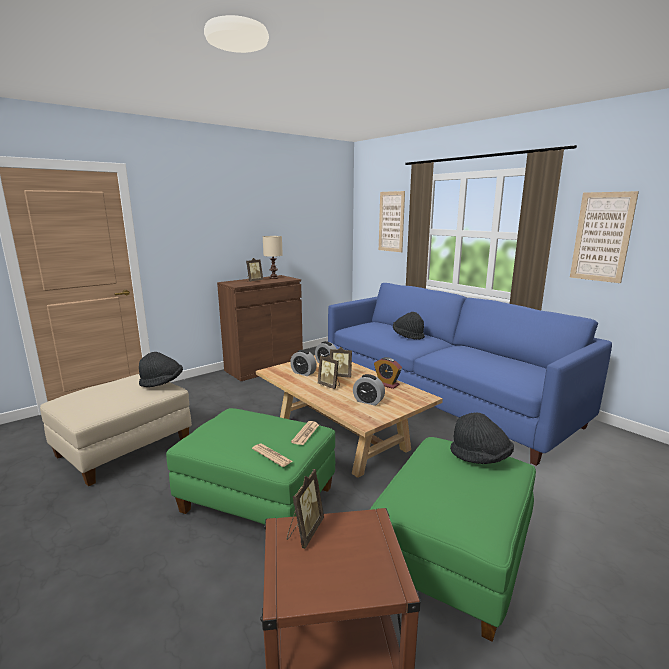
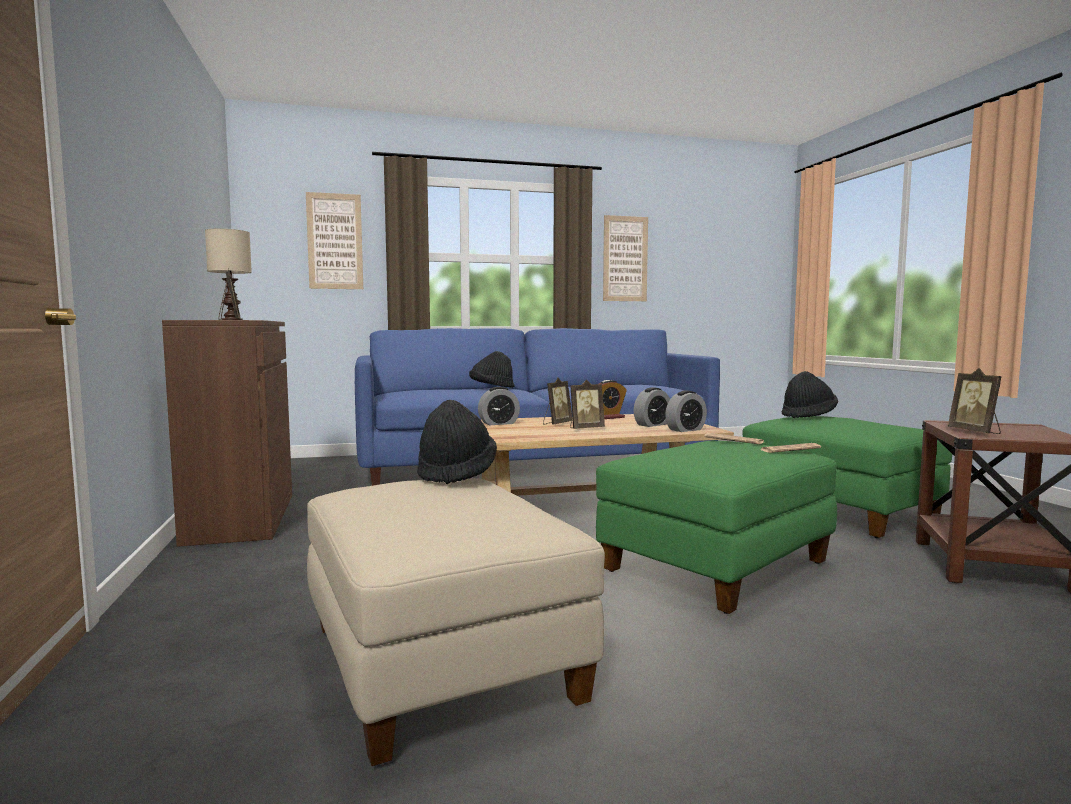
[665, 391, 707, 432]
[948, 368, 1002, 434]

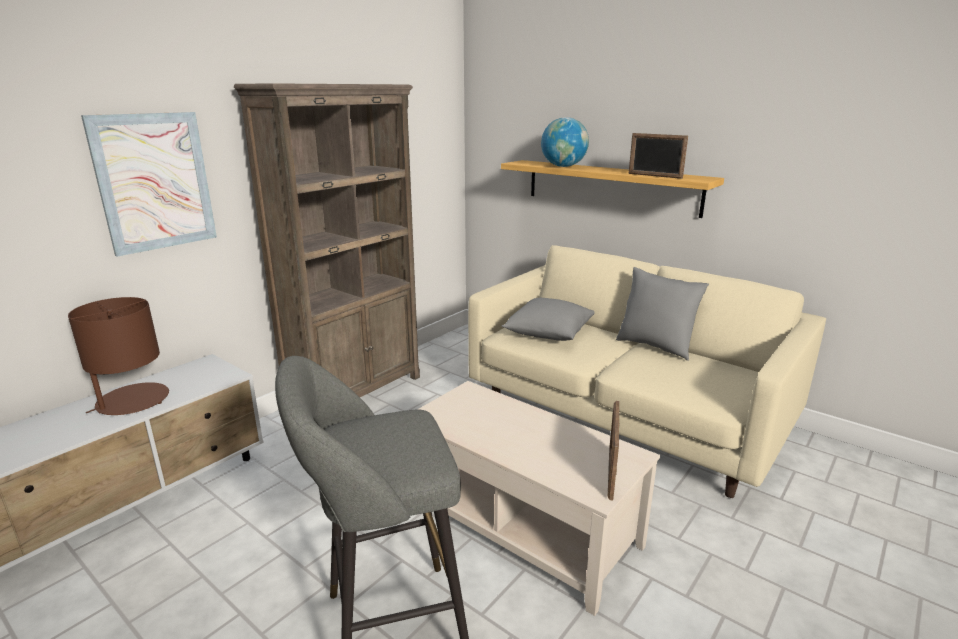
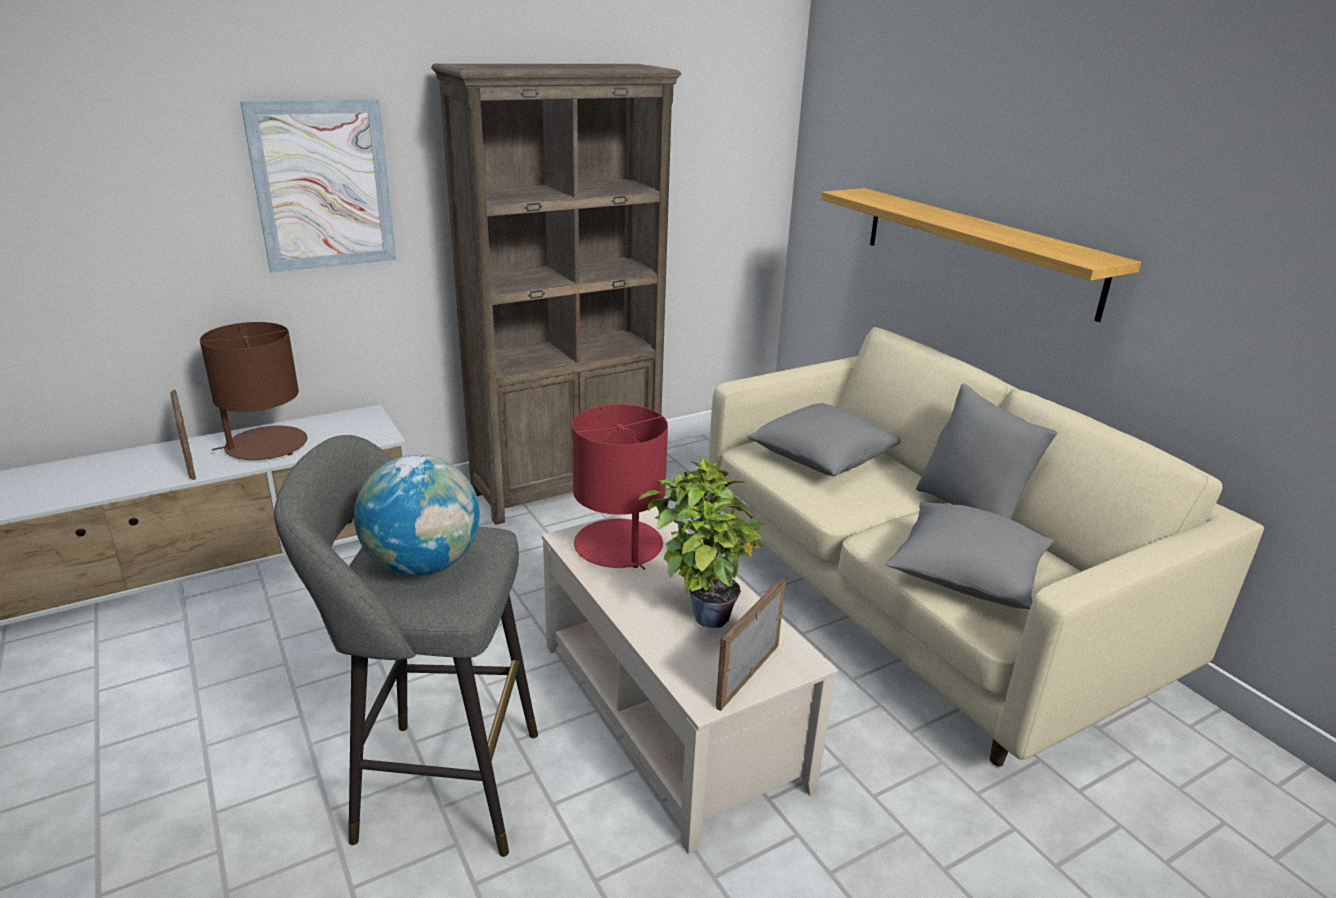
[572, 404, 668, 570]
[639, 457, 763, 628]
[885, 502, 1054, 610]
[354, 455, 479, 576]
[170, 390, 196, 480]

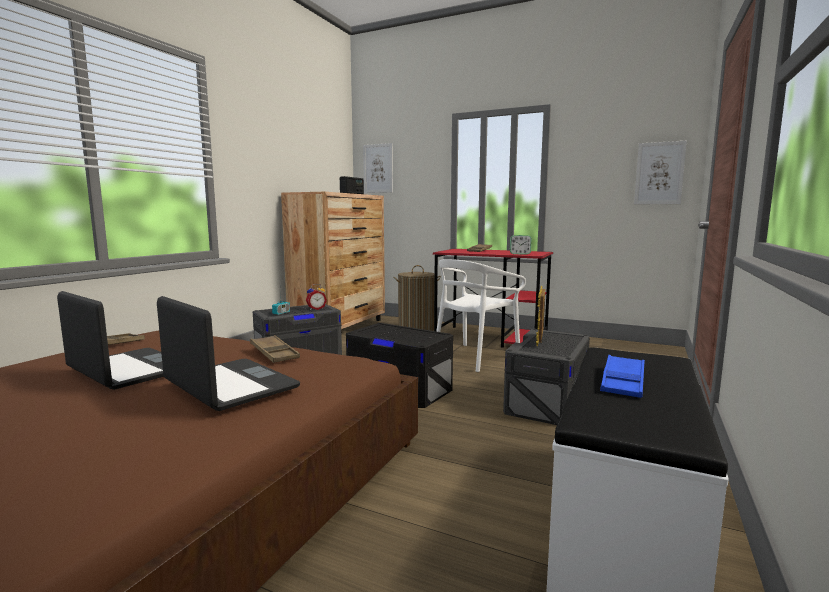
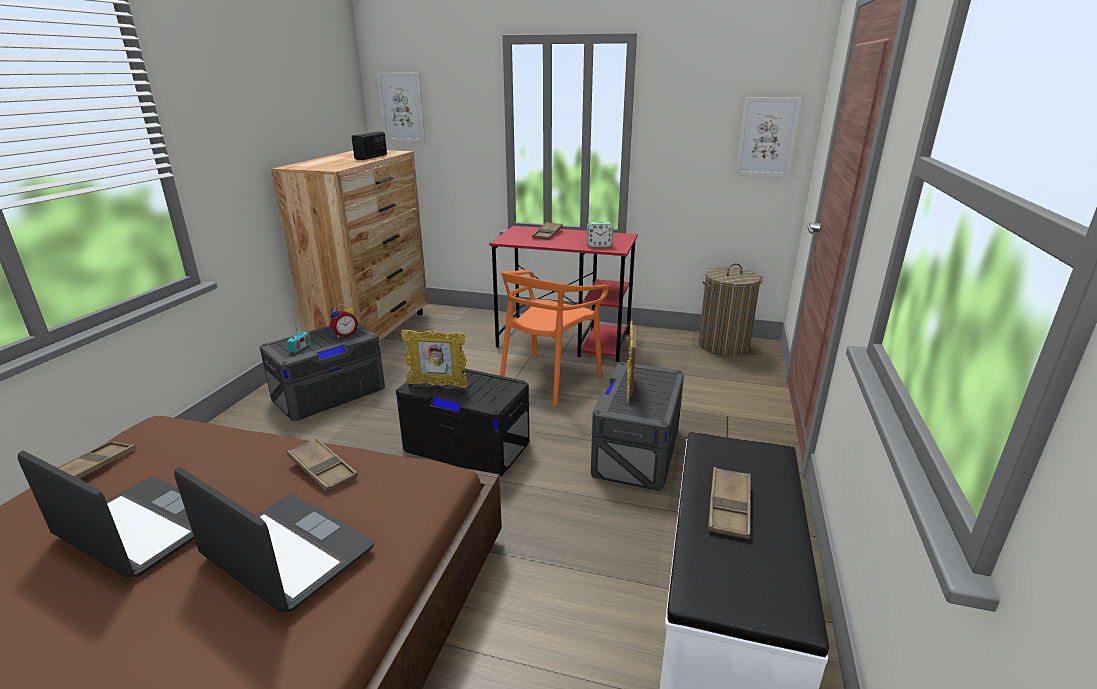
[401, 330, 469, 387]
[698, 263, 763, 356]
[500, 270, 609, 406]
[708, 467, 751, 540]

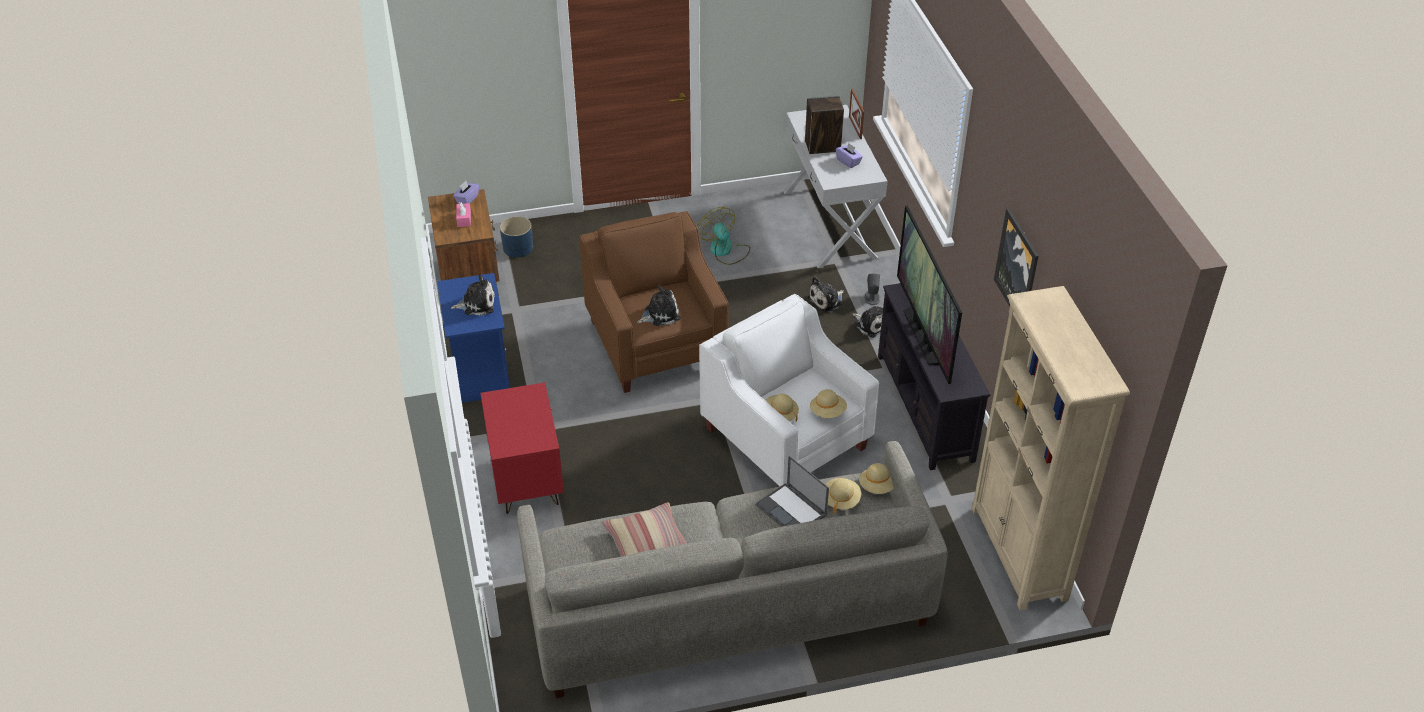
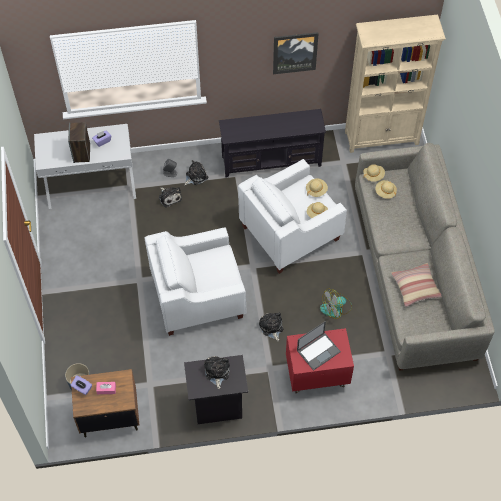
[849, 89, 864, 139] (first image)
[897, 206, 962, 384] (first image)
[259, 312, 283, 342]
[320, 289, 352, 319]
[297, 321, 341, 371]
[184, 355, 248, 424]
[144, 227, 247, 336]

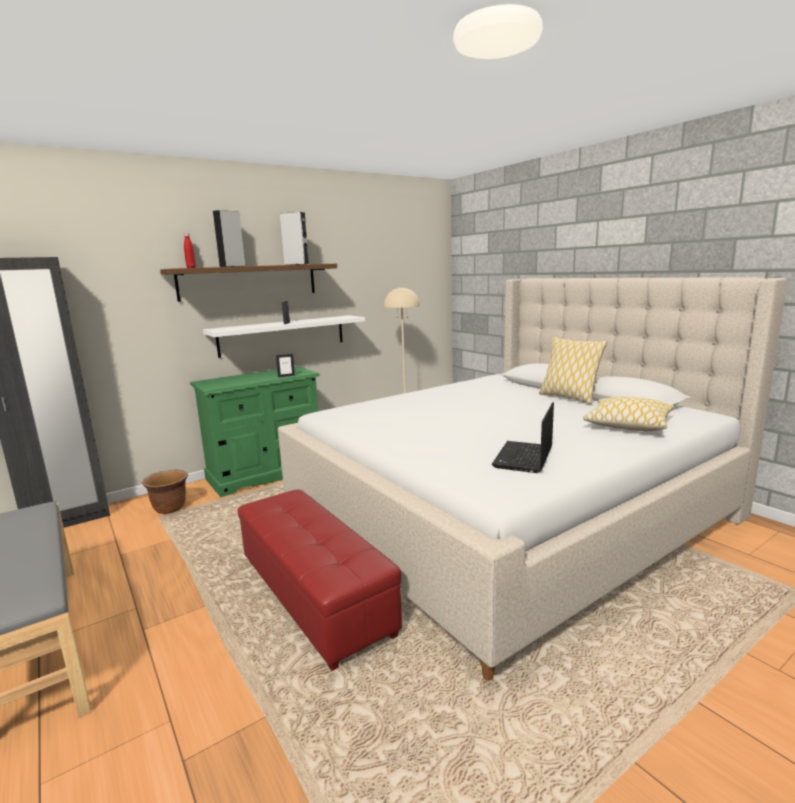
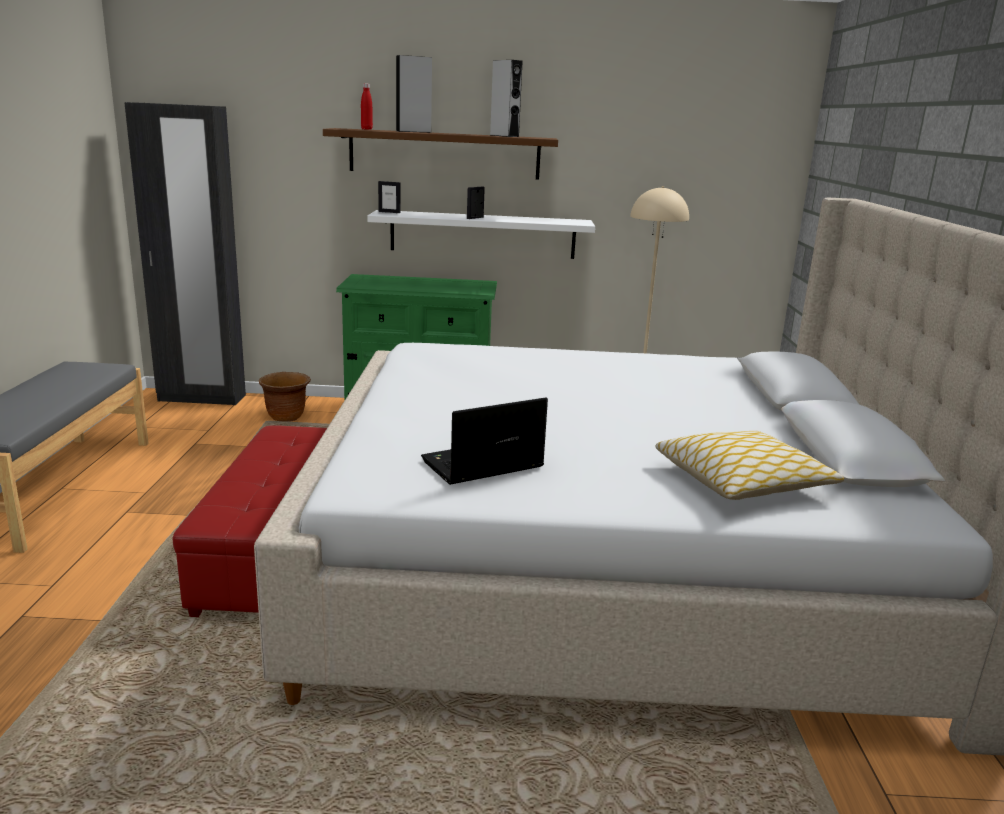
[539, 336, 607, 404] (first image)
[378, 181, 401, 213]

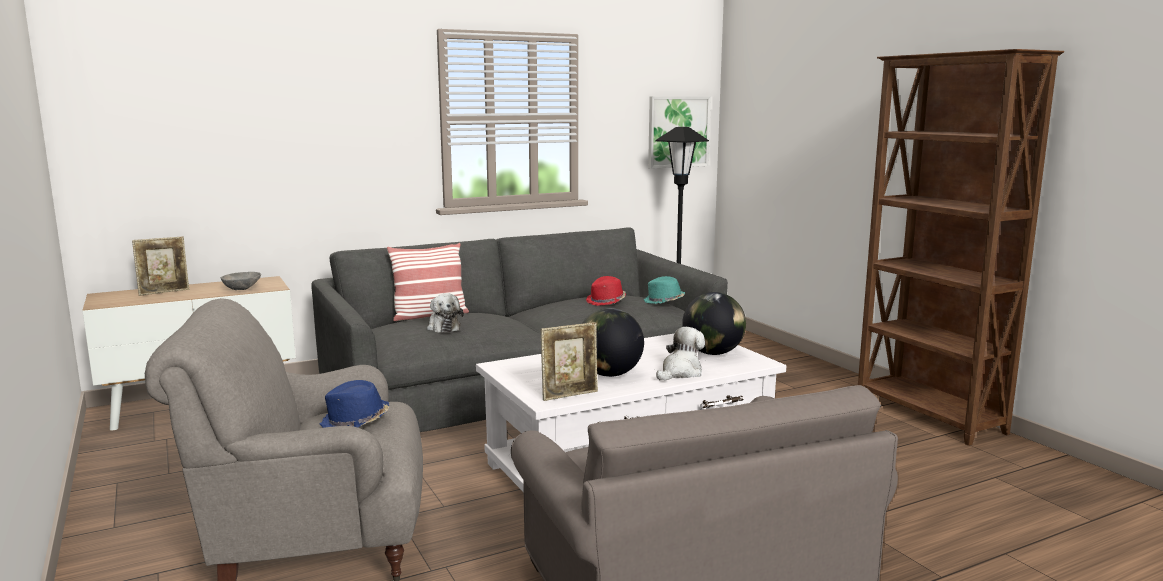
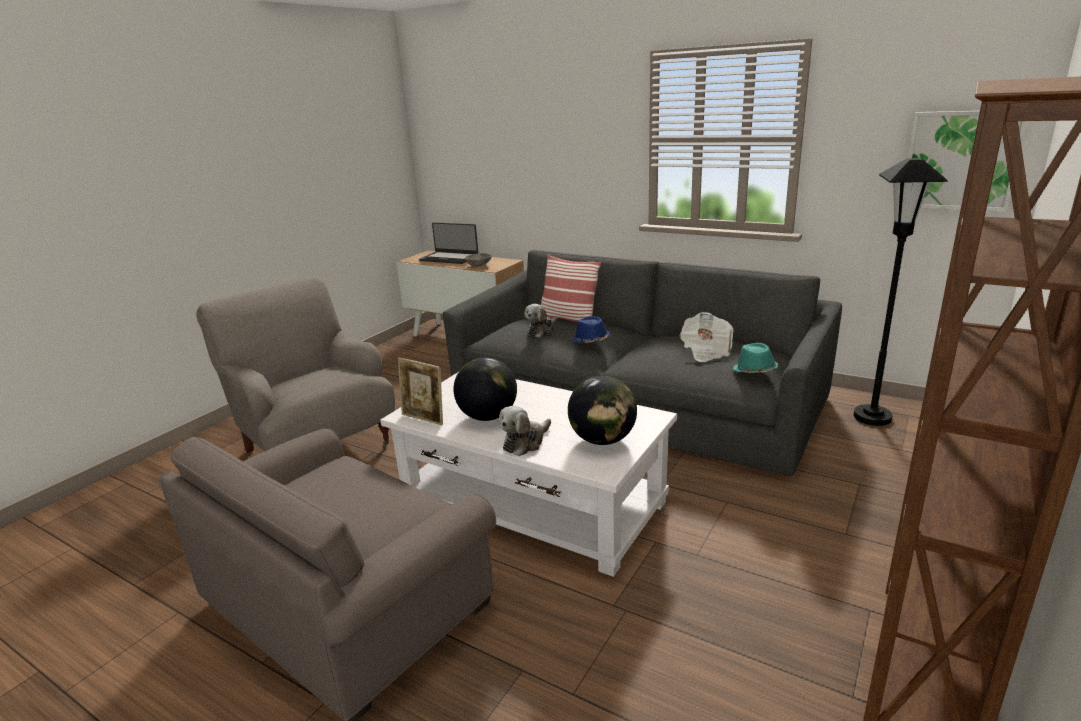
[572, 316, 611, 344]
[419, 222, 478, 264]
[680, 312, 734, 362]
[499, 406, 551, 456]

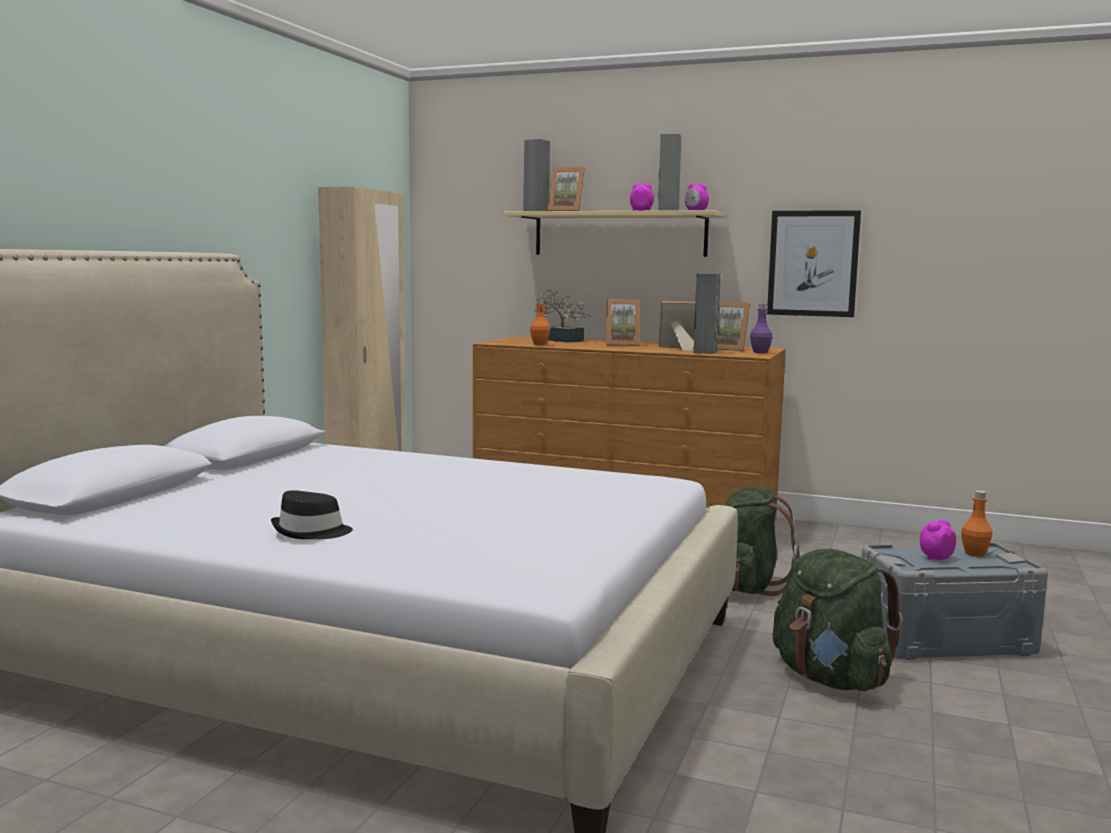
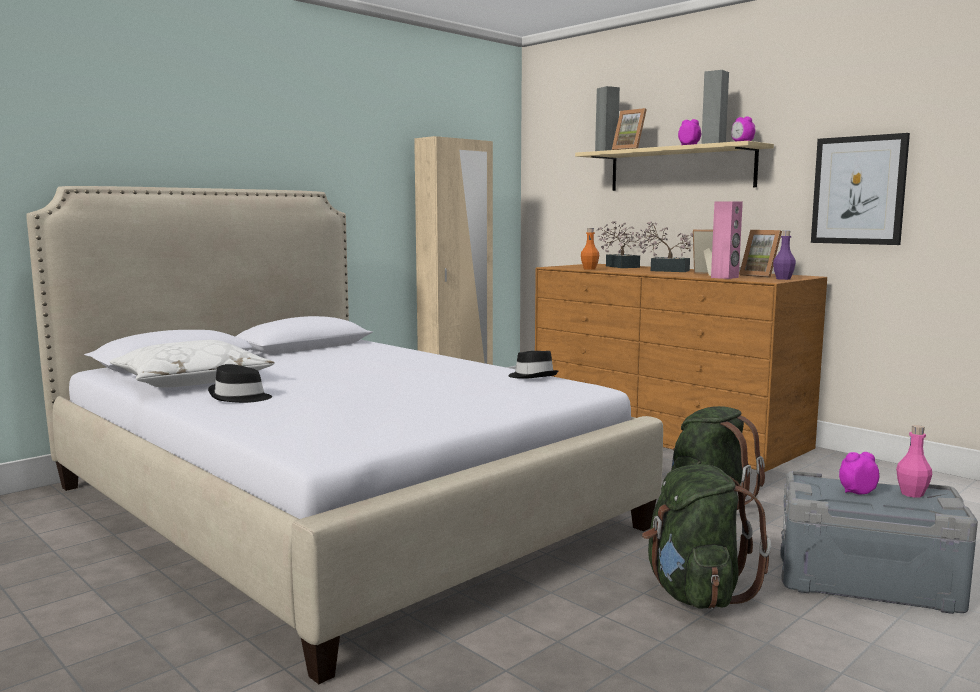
[109, 340, 275, 388]
[509, 351, 558, 379]
[640, 221, 693, 272]
[711, 201, 743, 279]
[896, 425, 932, 498]

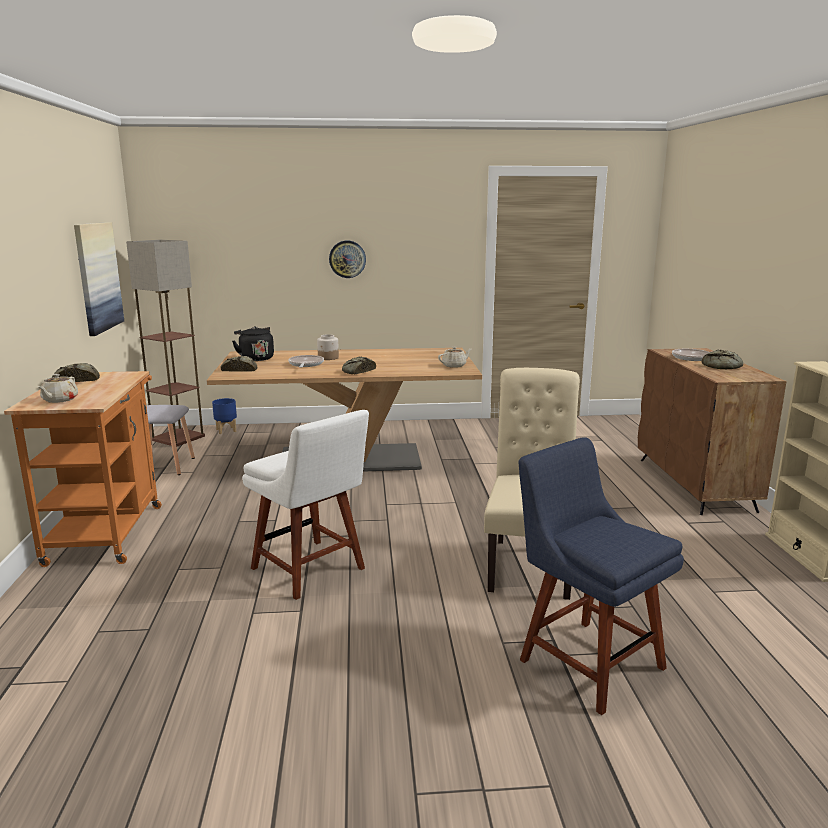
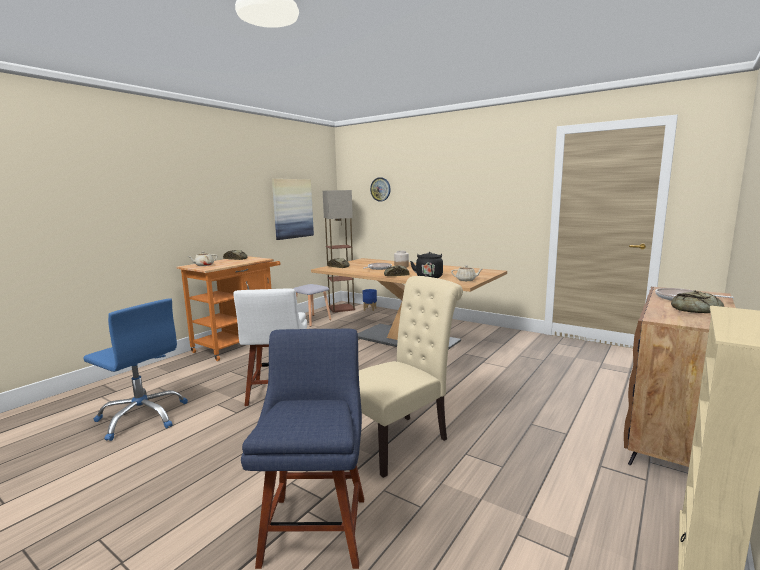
[83, 298, 188, 441]
[410, 252, 443, 278]
[370, 177, 391, 201]

